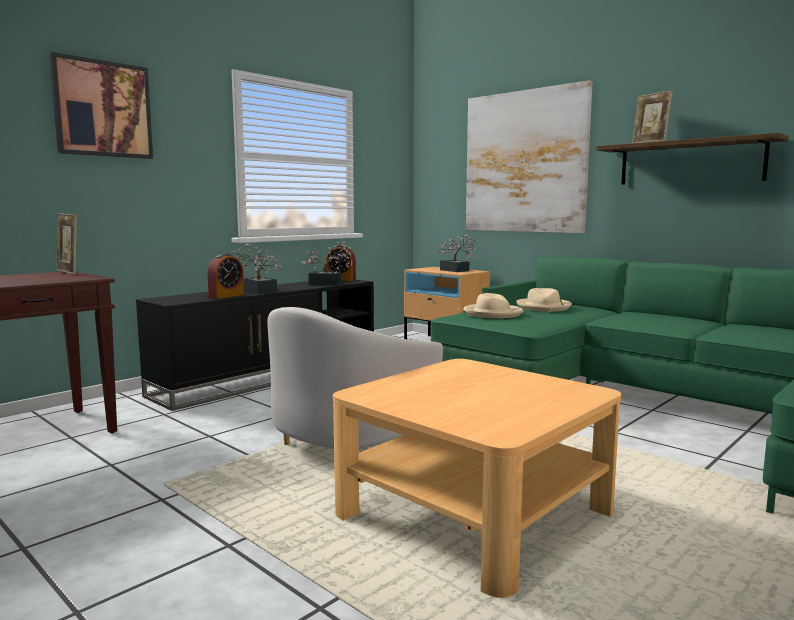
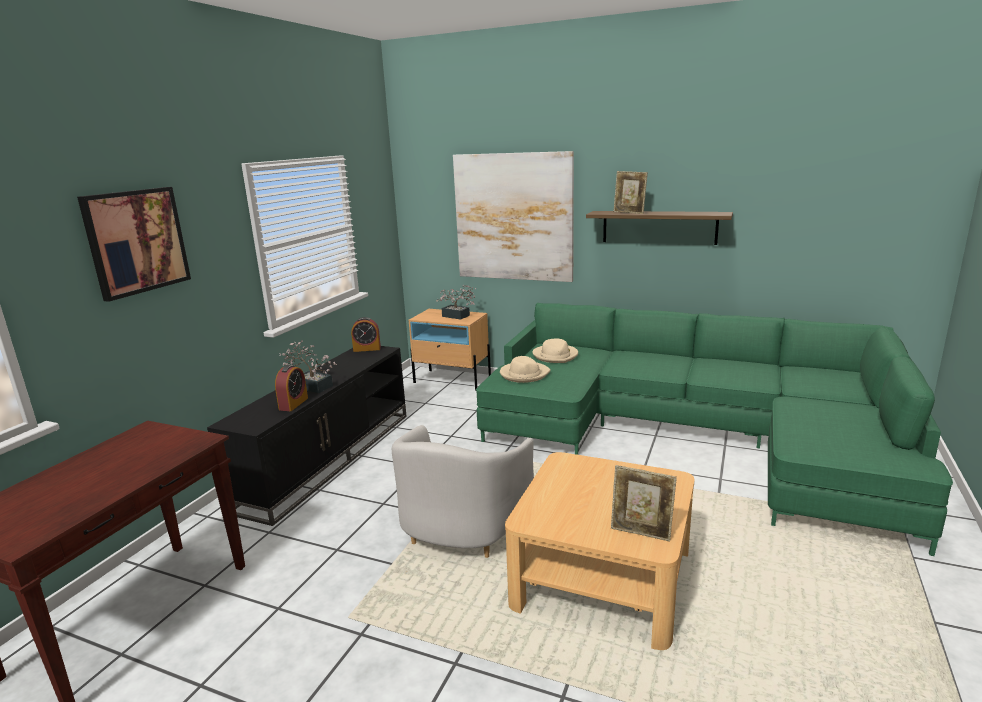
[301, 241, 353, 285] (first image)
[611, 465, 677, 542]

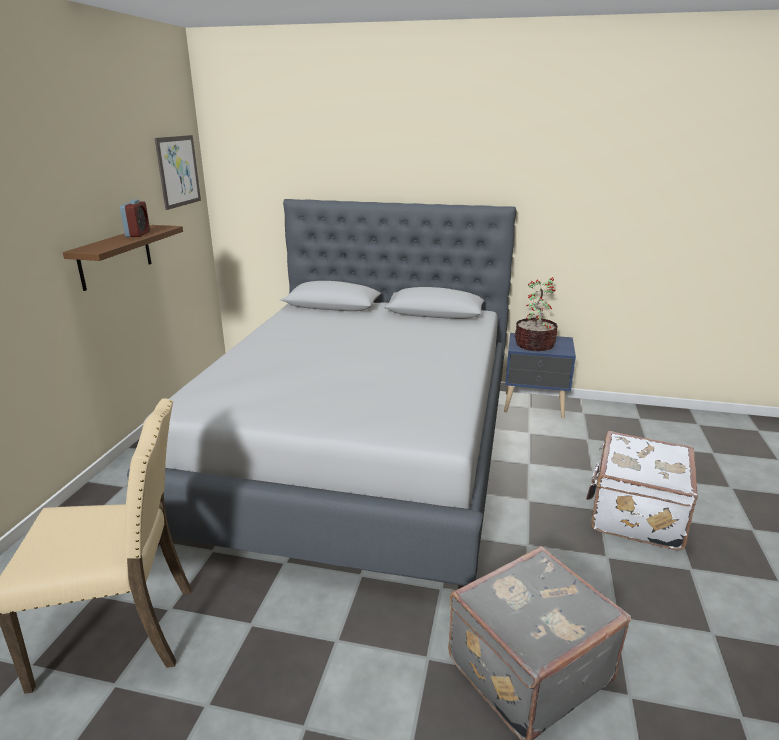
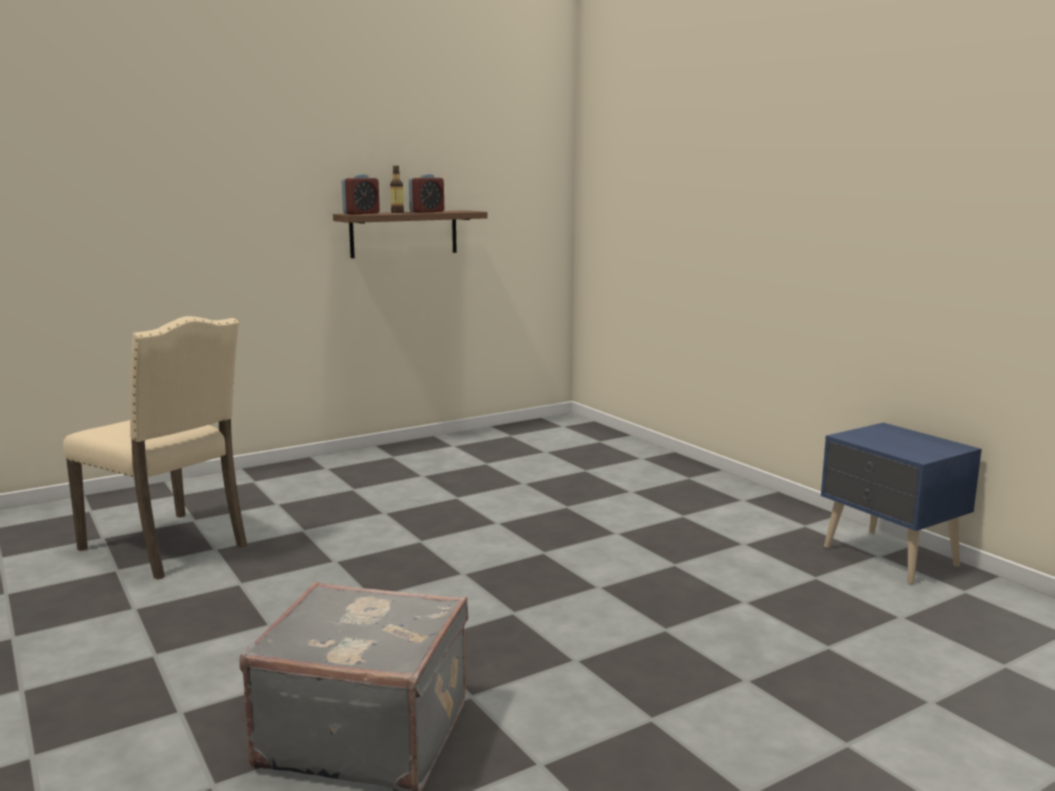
[127, 199, 516, 589] (first image)
[155, 135, 201, 210] (first image)
[515, 277, 558, 351] (first image)
[586, 431, 698, 551] (first image)
[341, 174, 380, 214]
[390, 166, 404, 213]

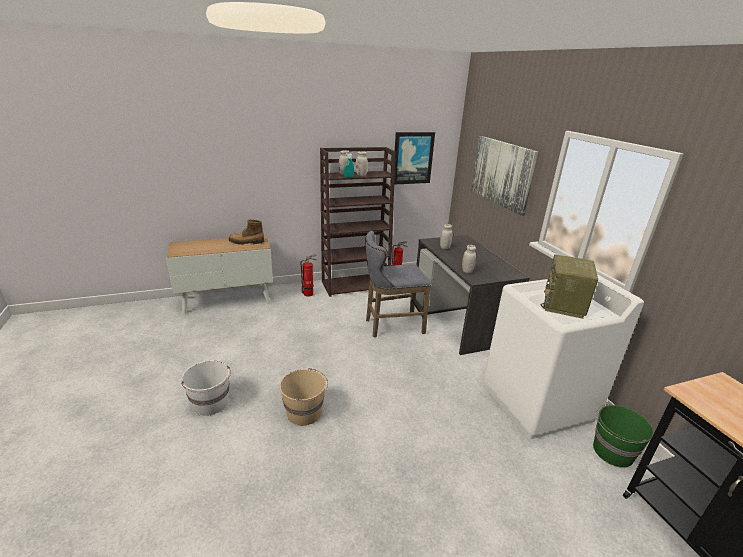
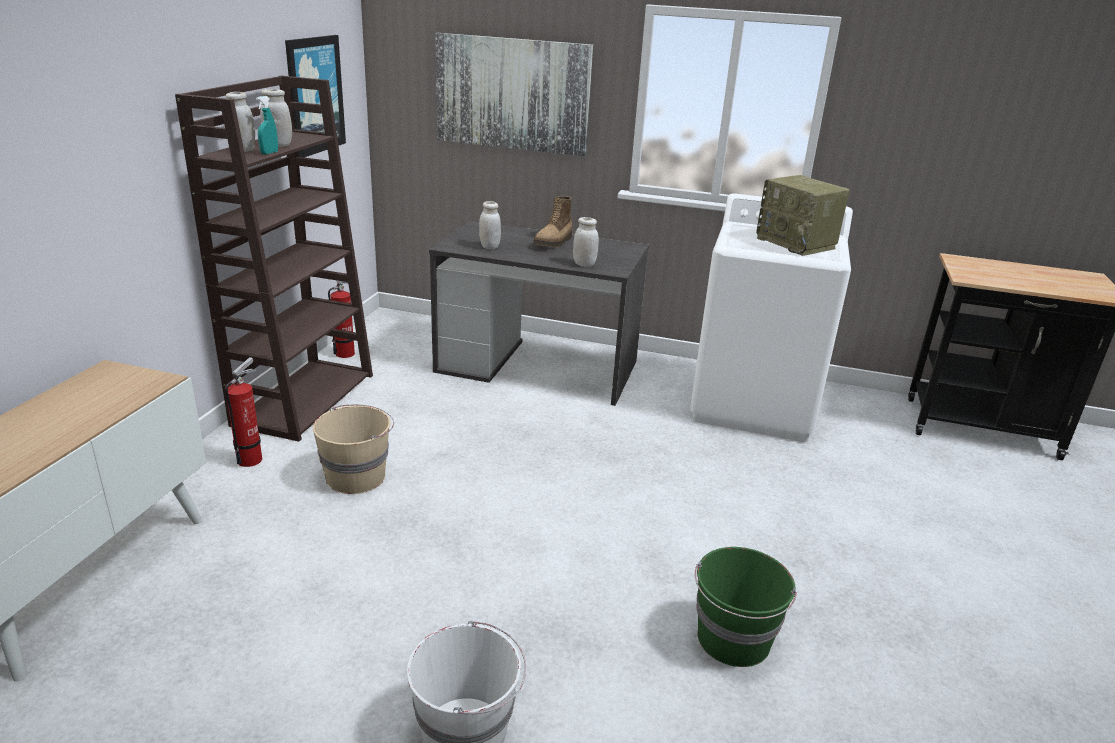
[365, 231, 431, 338] (first image)
[533, 196, 572, 247]
[313, 404, 394, 494]
[695, 547, 797, 667]

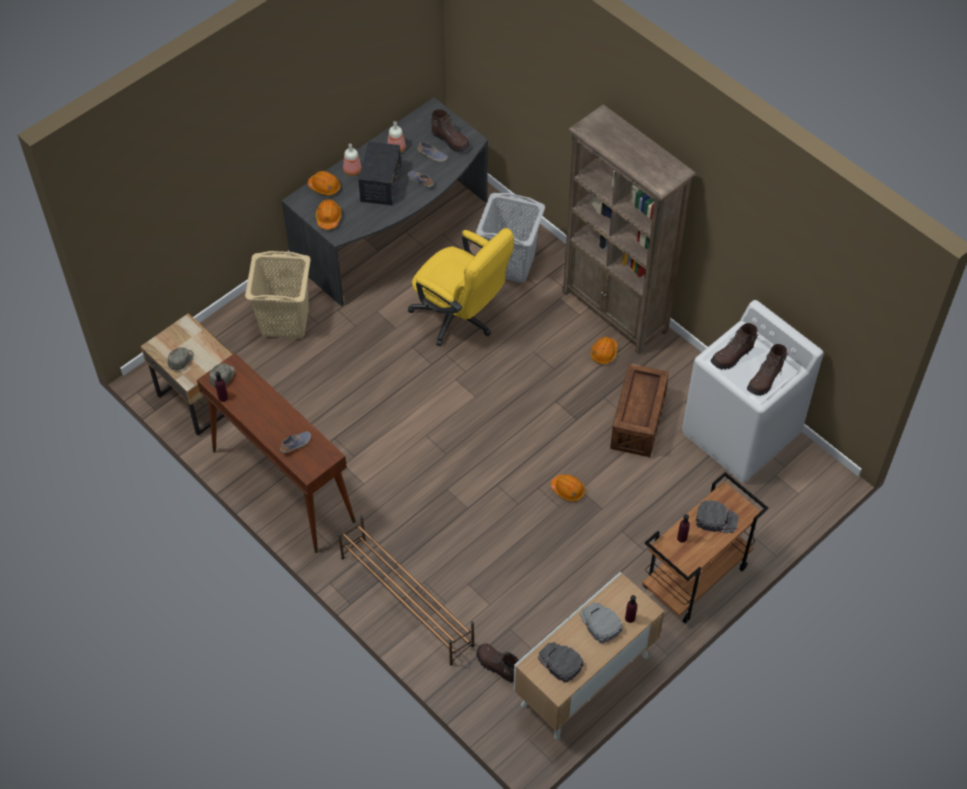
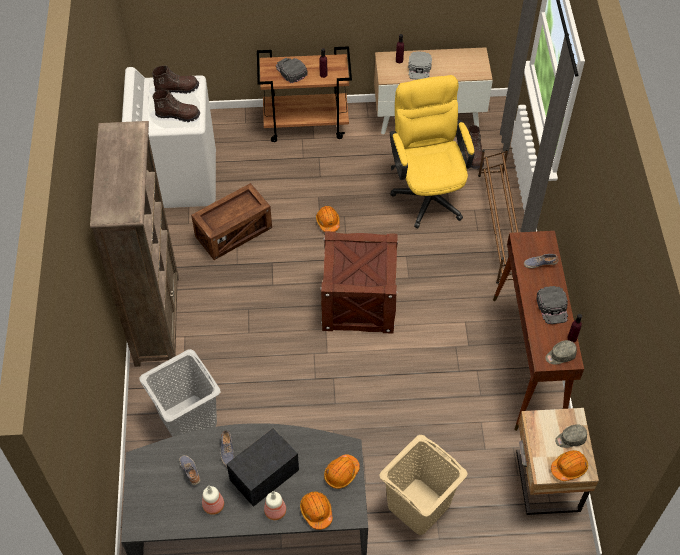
[431, 109, 470, 153] (first image)
[320, 231, 399, 334]
[390, 75, 475, 228]
[536, 286, 568, 324]
[551, 450, 588, 481]

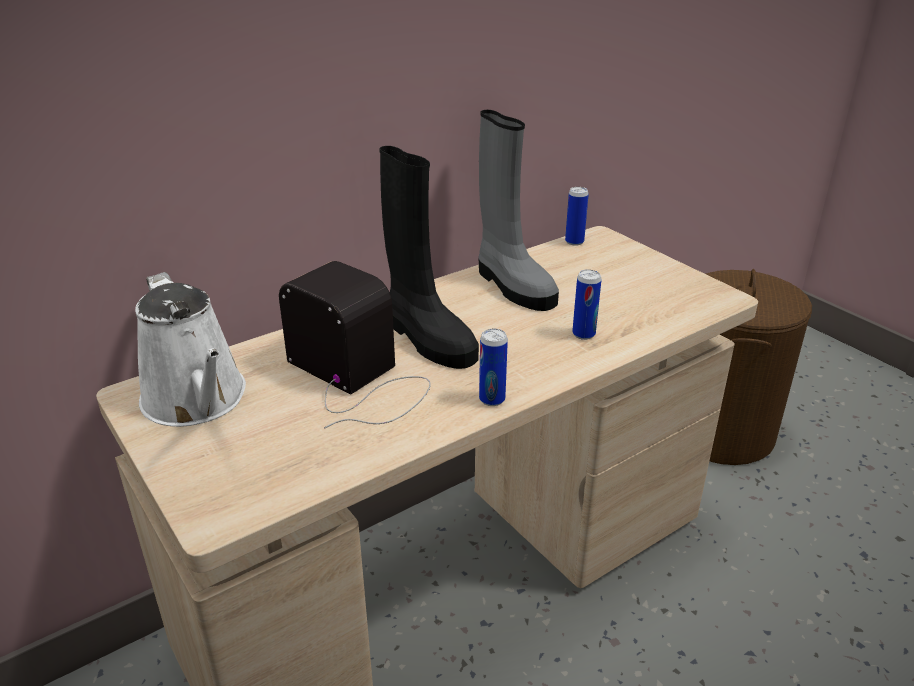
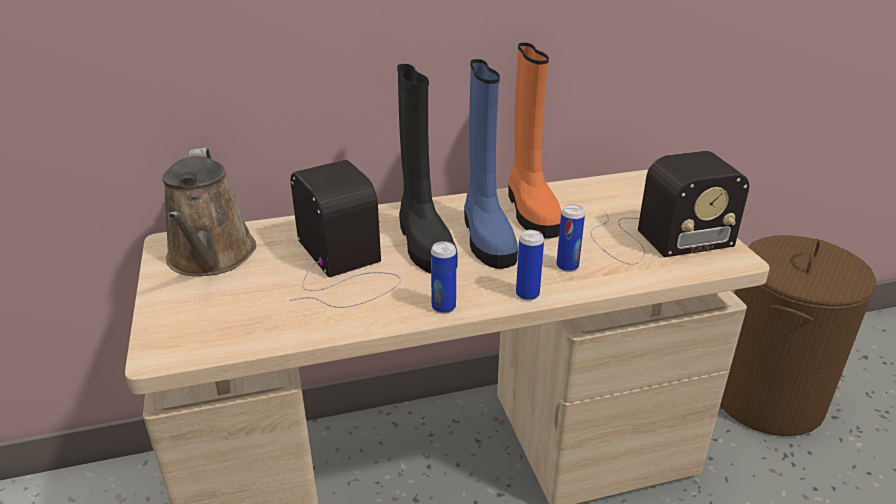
[464, 59, 518, 269]
[591, 151, 749, 265]
[516, 230, 544, 301]
[162, 147, 256, 276]
[508, 43, 561, 239]

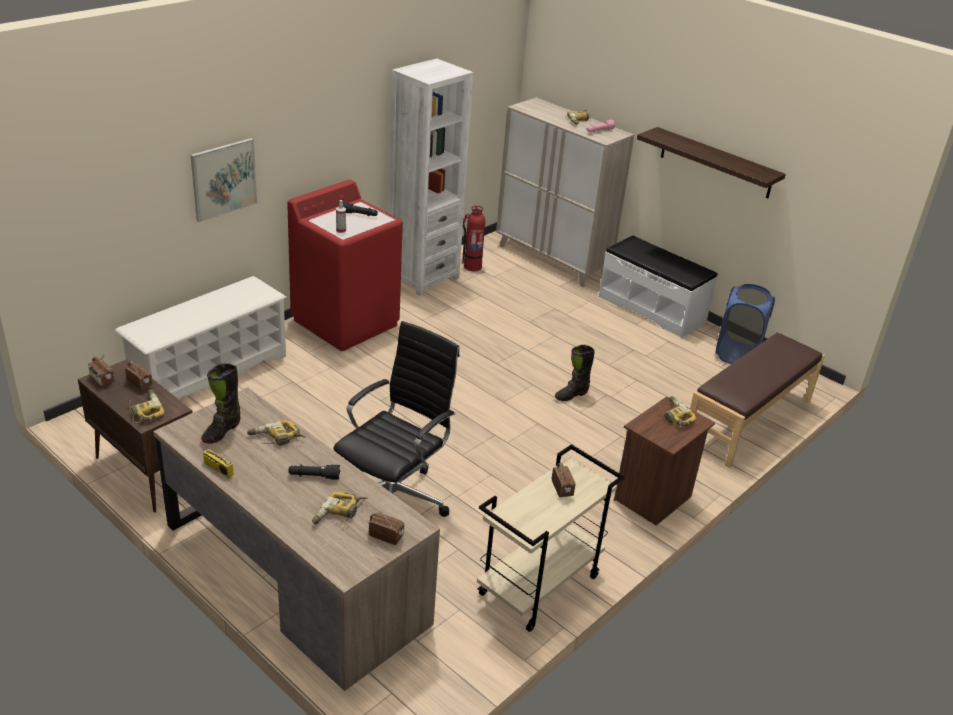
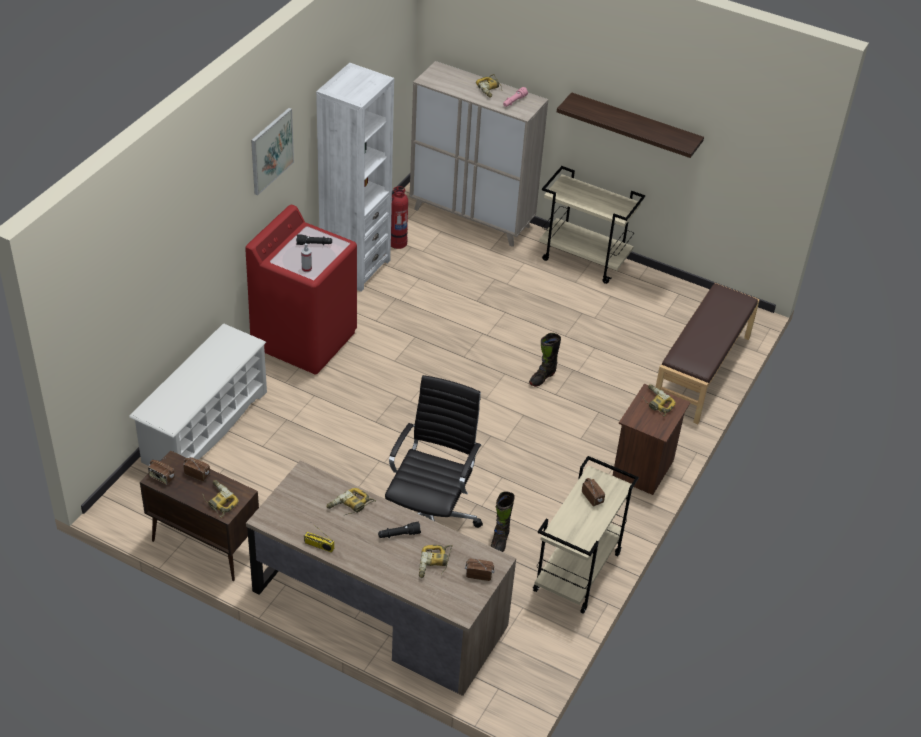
[715, 284, 775, 364] (first image)
[251, 108, 294, 195]
[491, 491, 515, 552]
[539, 166, 645, 284]

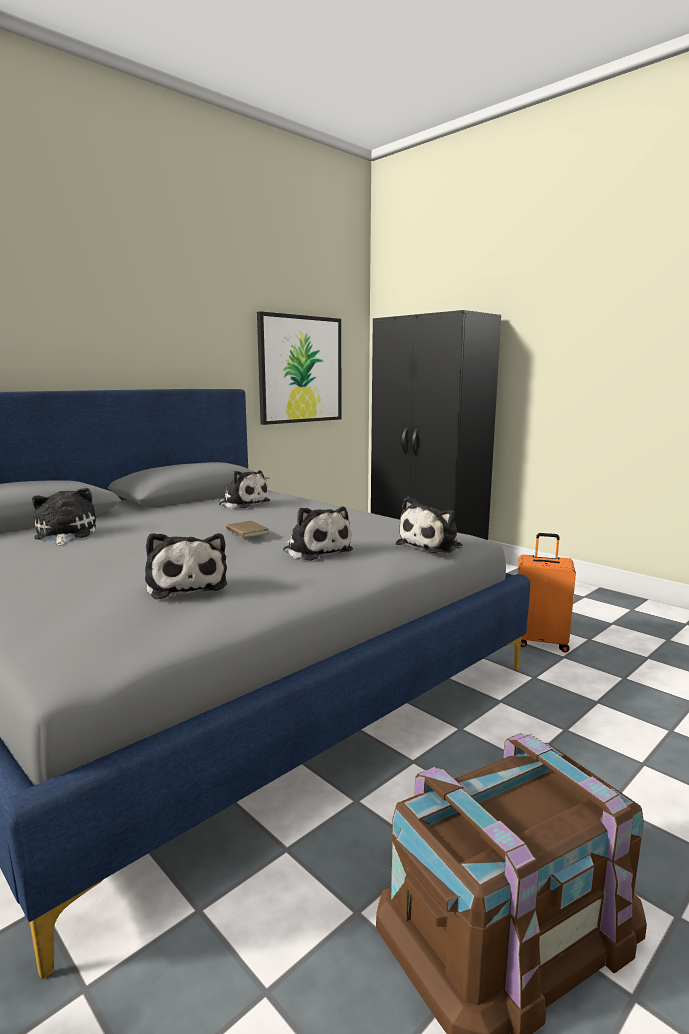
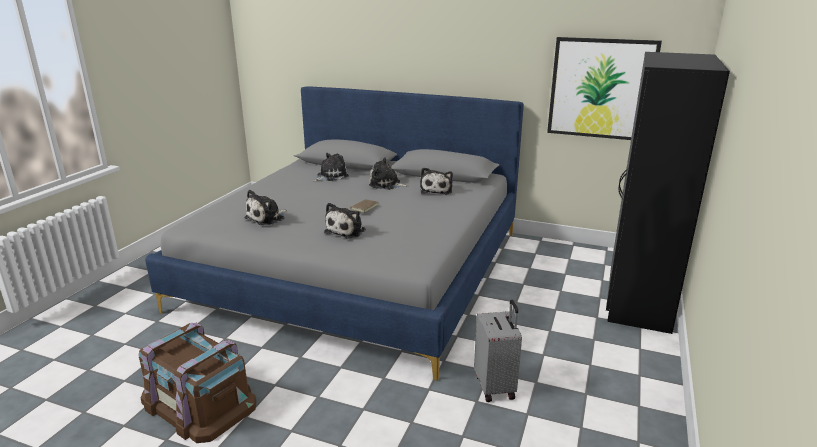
[369, 157, 409, 190]
[474, 300, 522, 402]

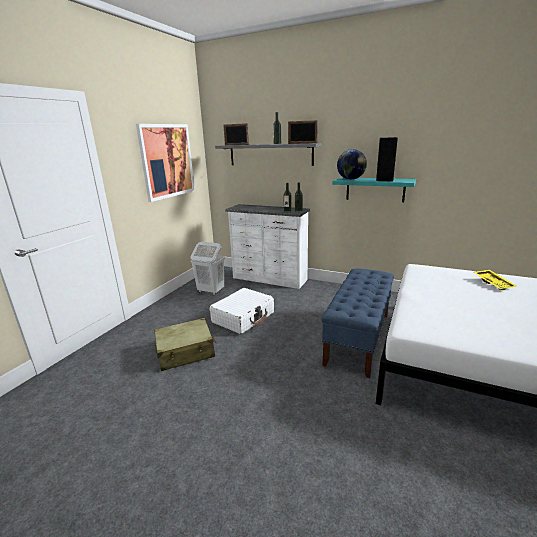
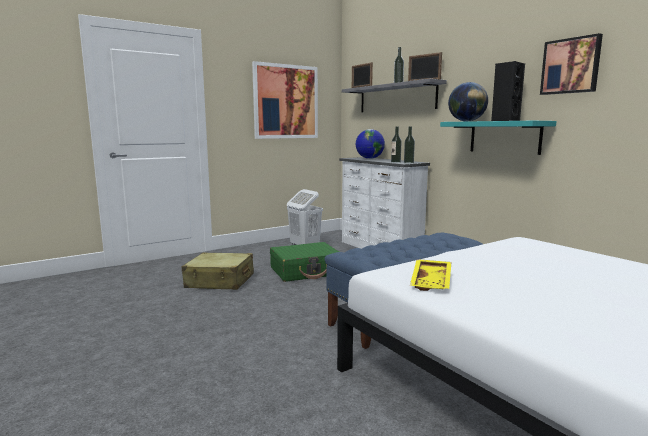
[356, 129, 385, 159]
[540, 33, 603, 95]
[410, 259, 452, 291]
[270, 242, 339, 282]

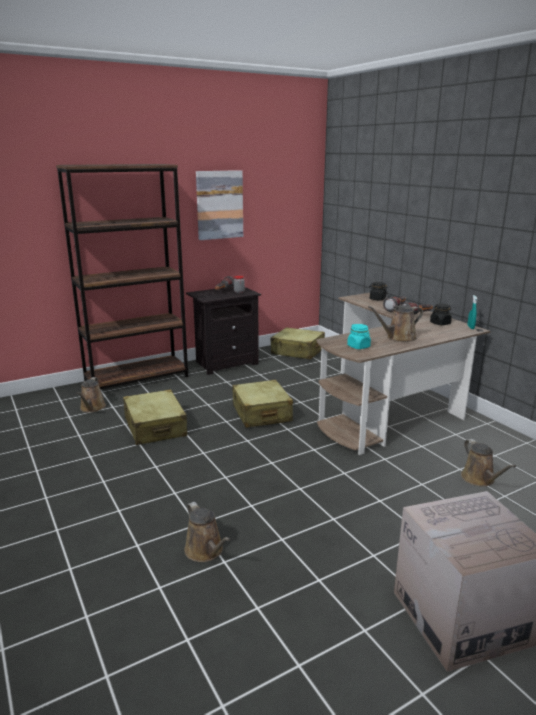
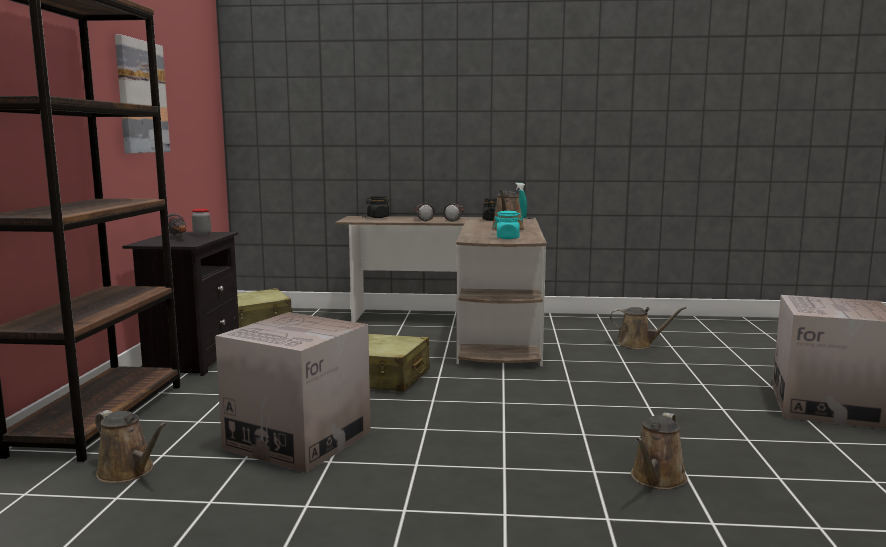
[215, 312, 371, 473]
[631, 412, 688, 490]

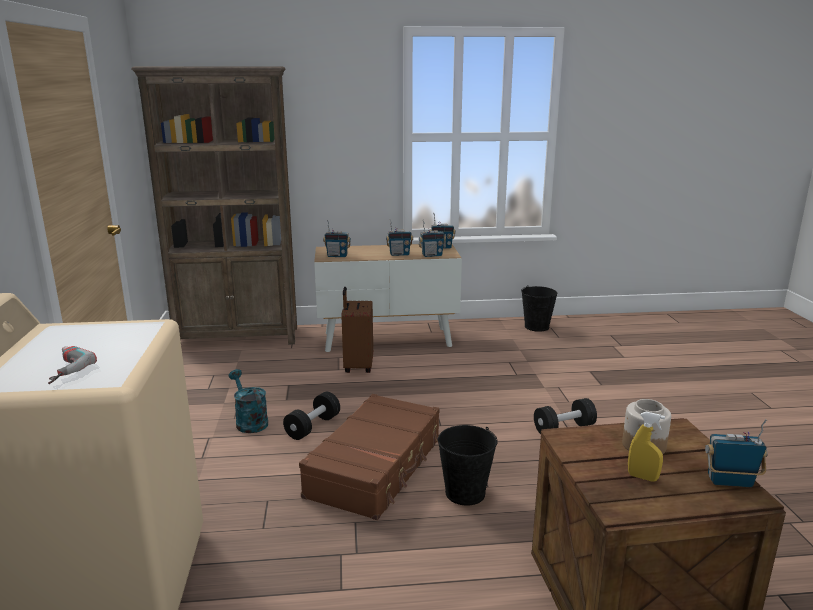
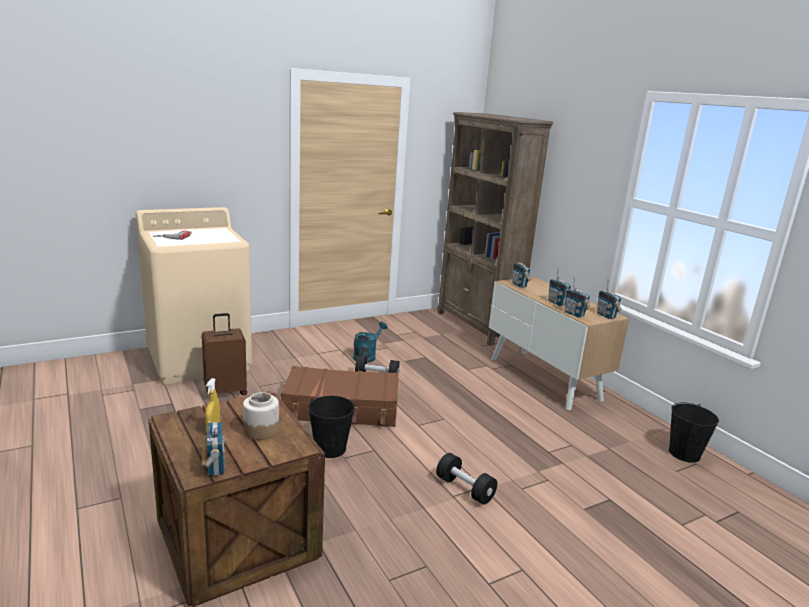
[202, 313, 247, 395]

